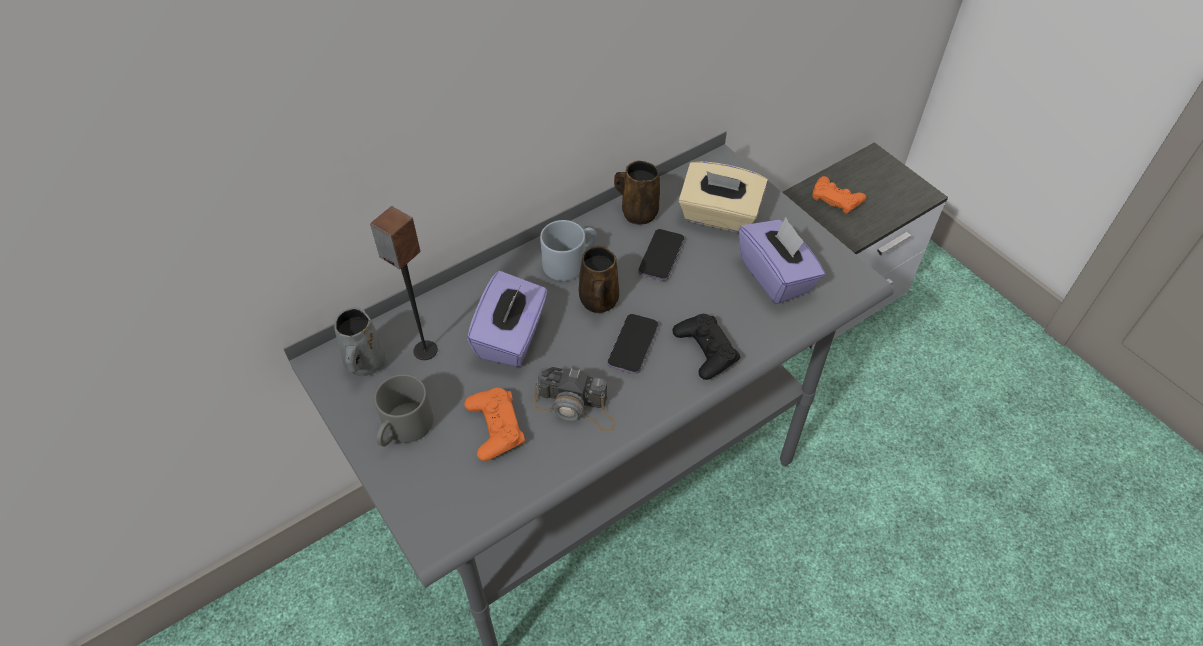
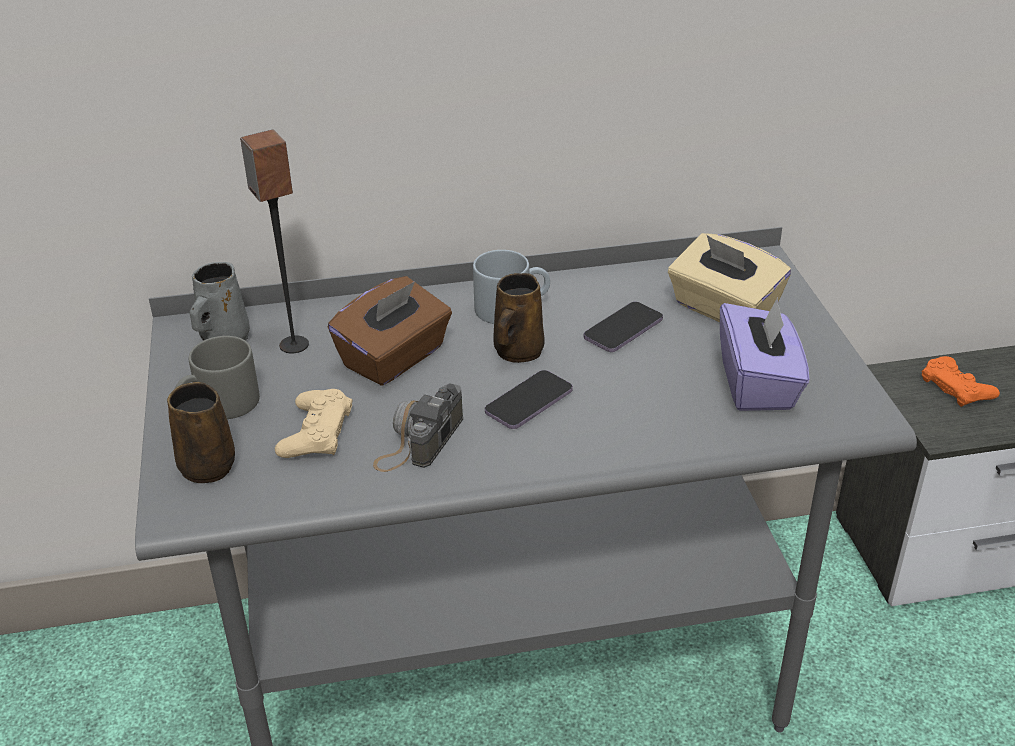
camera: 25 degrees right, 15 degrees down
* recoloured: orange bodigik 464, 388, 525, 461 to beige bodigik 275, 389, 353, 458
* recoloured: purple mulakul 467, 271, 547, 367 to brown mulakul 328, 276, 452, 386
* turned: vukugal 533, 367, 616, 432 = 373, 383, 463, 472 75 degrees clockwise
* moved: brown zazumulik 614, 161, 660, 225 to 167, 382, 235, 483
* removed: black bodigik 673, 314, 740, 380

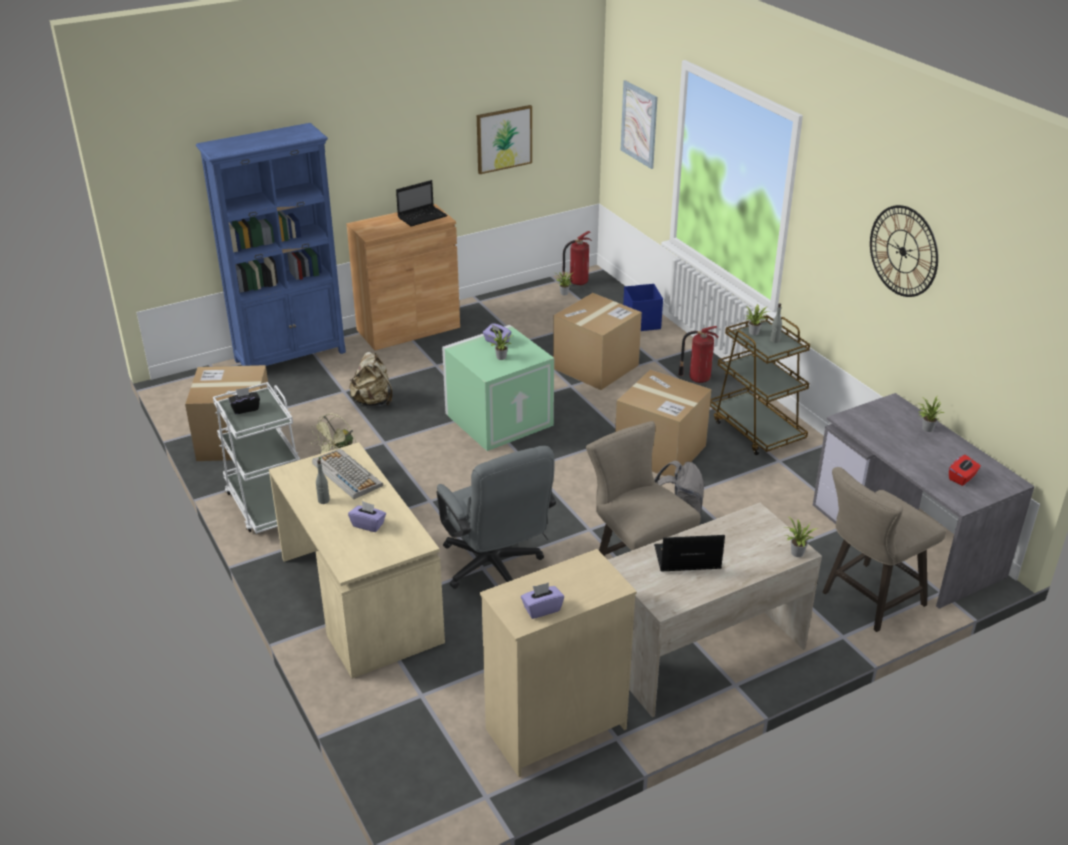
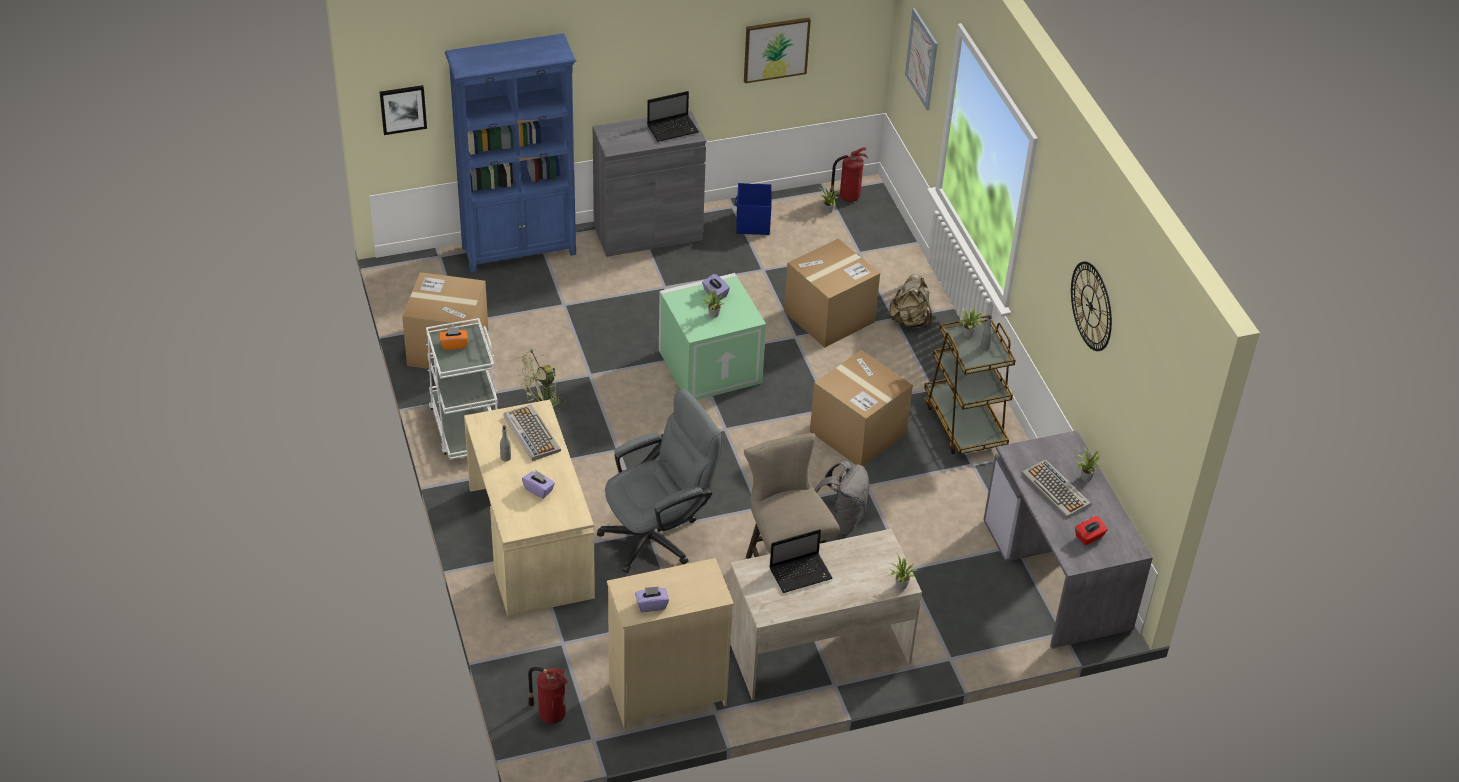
camera: 10 degrees right, 10 degrees up
* recoloured: black mulakul 228, 387, 260, 414 to orange mulakul 440, 327, 468, 350
* recoloured: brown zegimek 347, 204, 460, 350 to grey zegimek 593, 111, 706, 257
* moved: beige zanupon 349, 352, 392, 406 to 888, 274, 932, 328
* turned: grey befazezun 437, 446, 556, 589 = 597, 389, 722, 573 105 degrees counterclockwise
* moved: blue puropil 623, 284, 663, 331 to 735, 183, 772, 235
* turned: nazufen 654, 535, 725, 572 = 770, 529, 833, 593 150 degrees clockwise
* moved: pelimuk 678, 326, 719, 383 to 528, 667, 568, 724
* removed: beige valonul 823, 467, 946, 632
* added: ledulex 380, 85, 427, 135
* added: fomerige 1022, 459, 1092, 519

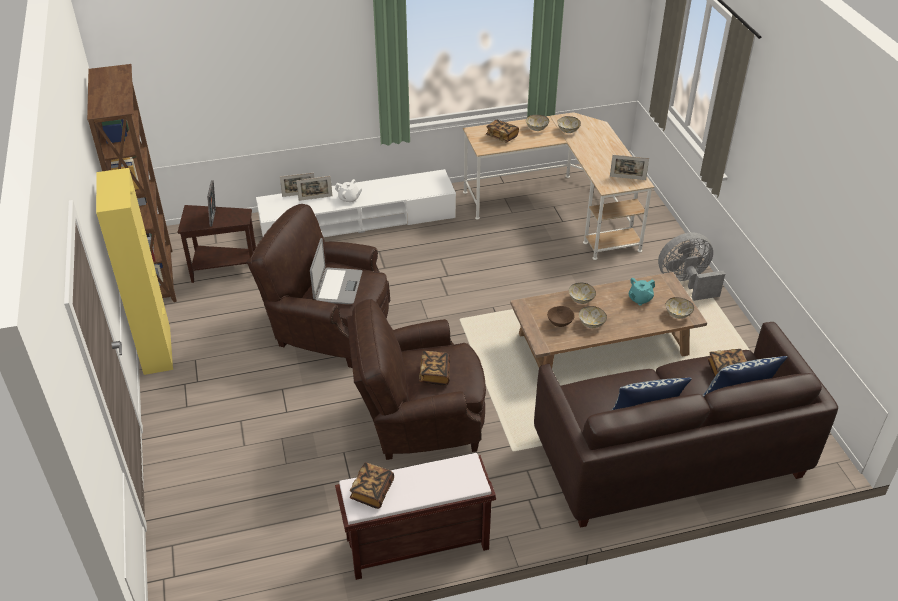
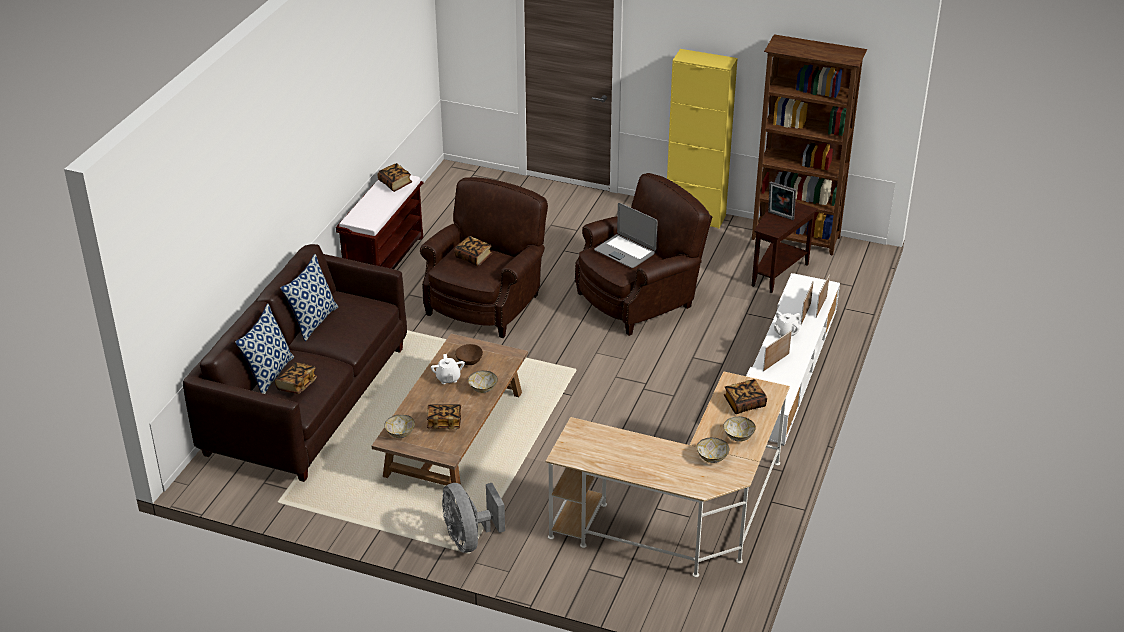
camera: 125 degrees right, 5 degrees down
* replaced: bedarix 579, 306, 607, 328 to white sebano 431, 354, 465, 384
* moved: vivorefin 610, 155, 649, 180 to 763, 331, 792, 371
* replaced: turquoise sebano 629, 278, 655, 305 to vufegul 427, 404, 461, 429
* turned: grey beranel 658, 232, 725, 301 = 442, 483, 505, 553 135 degrees clockwise

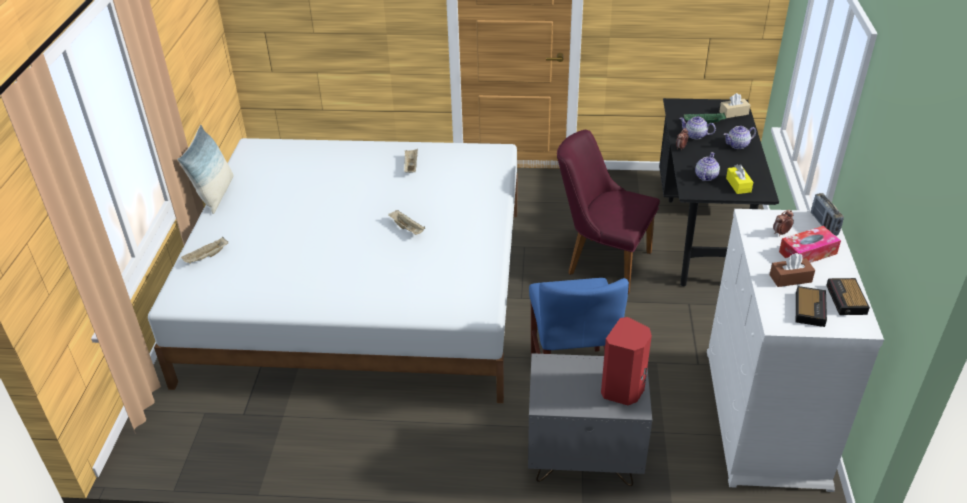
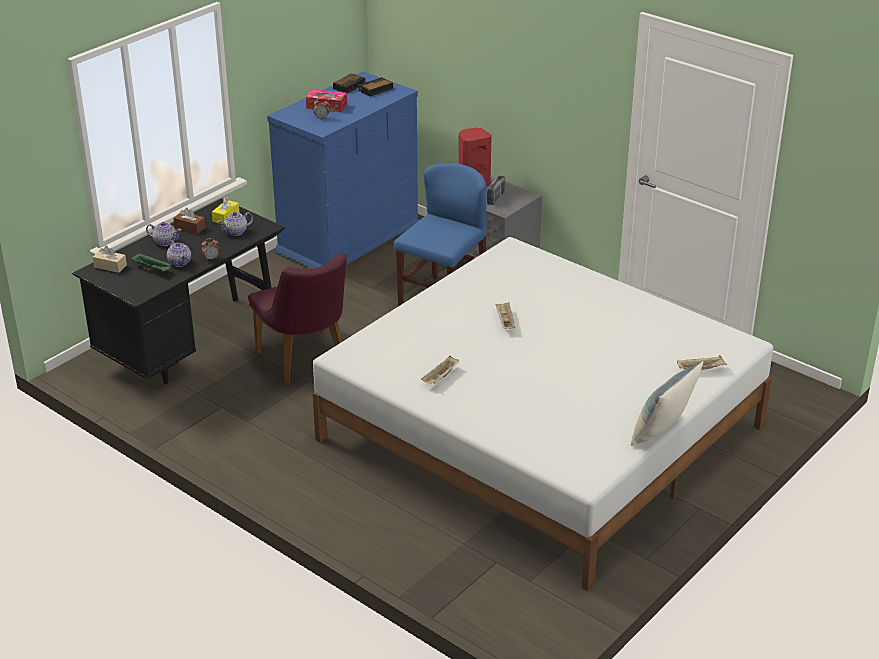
camera: 145 degrees left, 5 degrees down
* recoloured: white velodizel 707, 209, 884, 492 to blue velodizel 267, 72, 419, 268
* moved: brown mulakul 770, 253, 815, 287 to 173, 208, 206, 234
* moved: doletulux 811, 193, 844, 236 to 487, 176, 505, 205

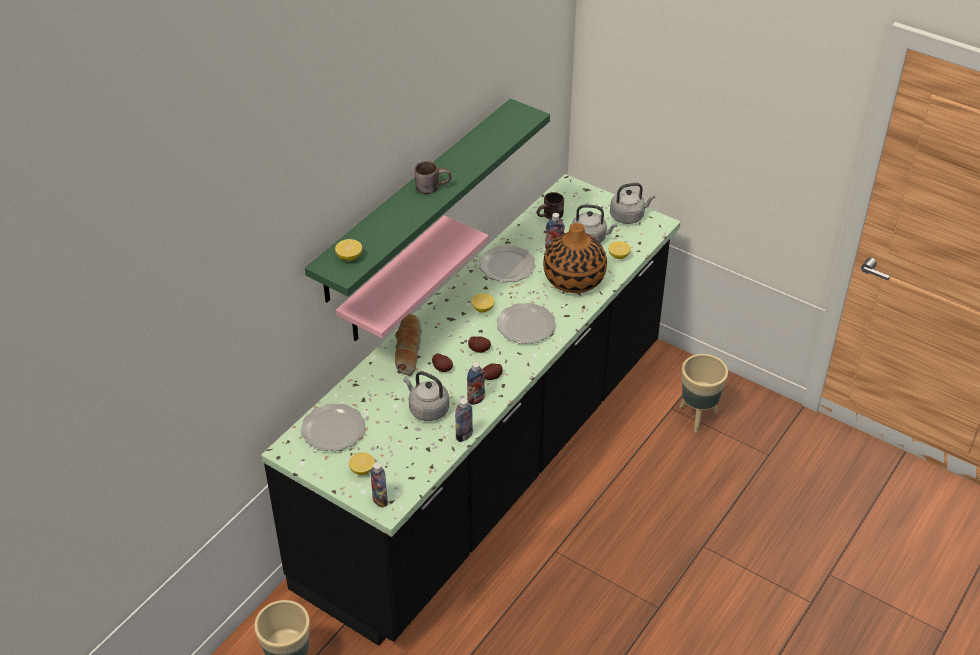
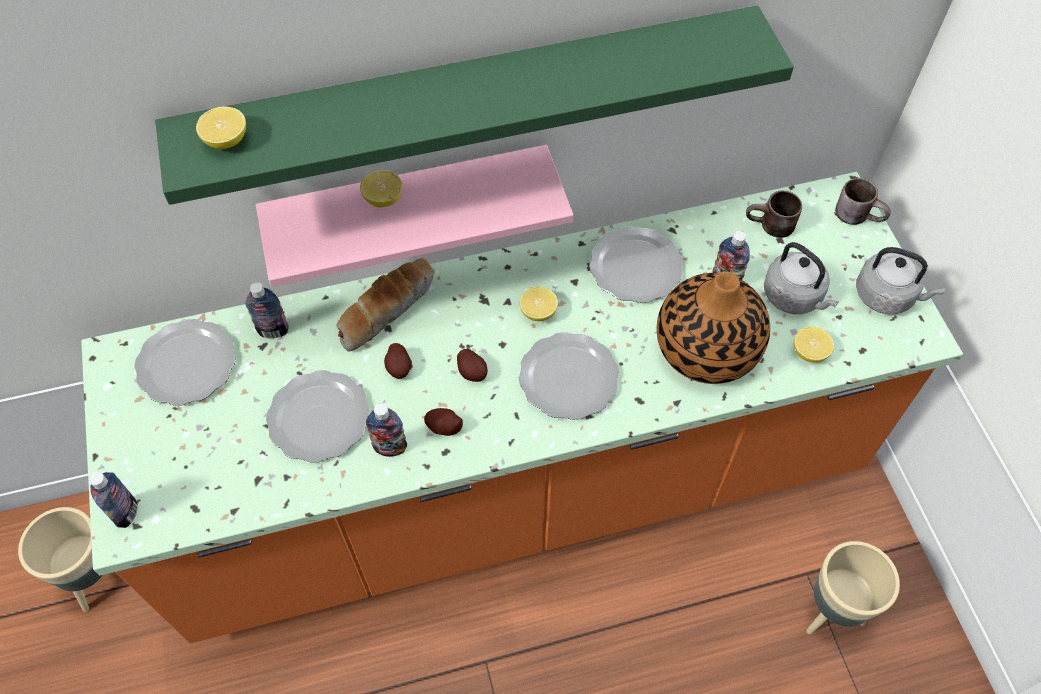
camera: 40 degrees right, 15 degrees up
* recoloured: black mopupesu 261, 174, 681, 646 to orange mopupesu 81, 172, 963, 644
* moved: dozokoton 349, 452, 375, 475 to 360, 170, 403, 208
* replaced: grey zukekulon 404, 371, 449, 421 to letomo 266, 370, 370, 463
* moved: brown zazumulik 415, 161, 451, 194 to 835, 178, 891, 225
* moved: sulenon 455, 398, 473, 442 to 245, 282, 289, 339

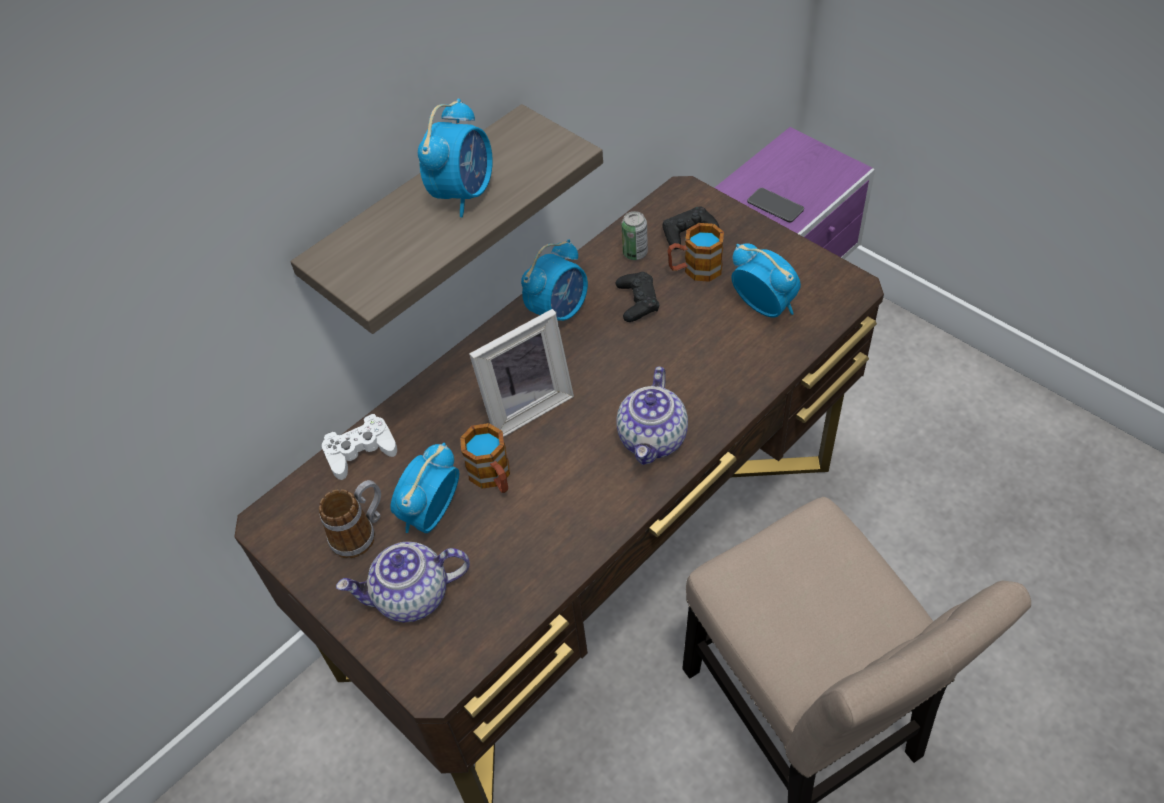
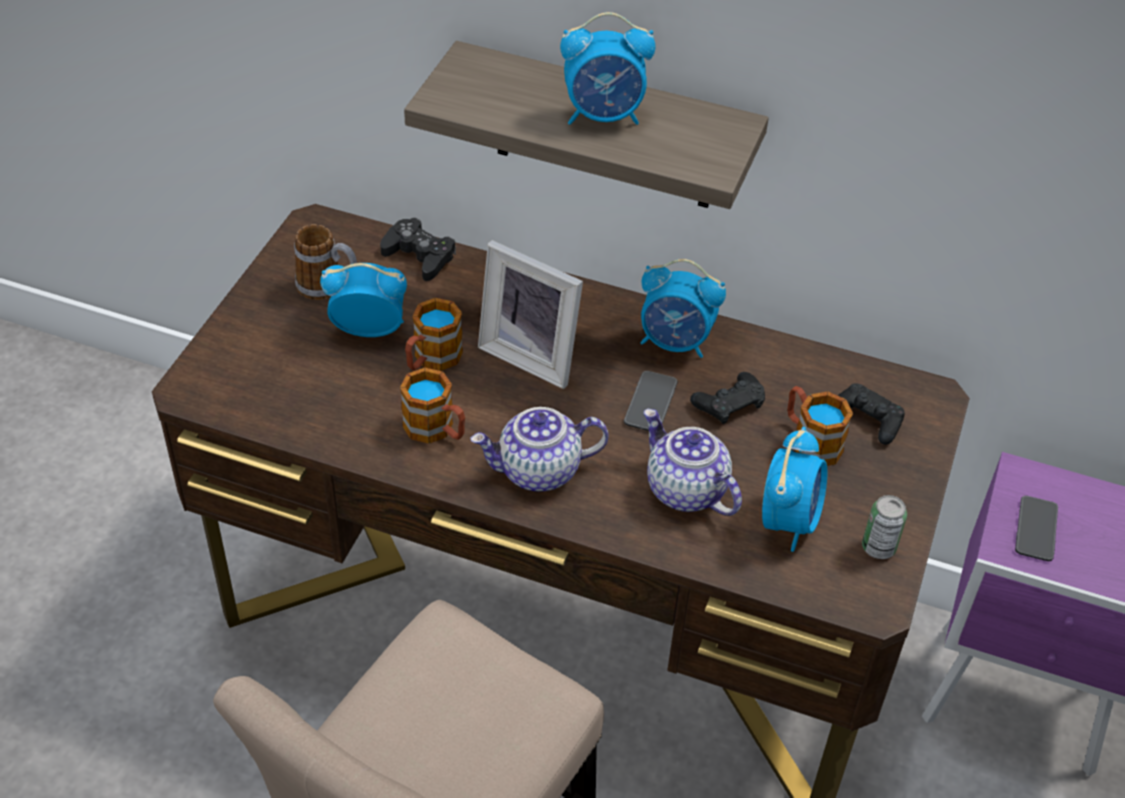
camera: 60 degrees right, 5 degrees down
* recoloured: white bodigik 322, 414, 397, 480 to black bodigik 380, 218, 456, 281
* moved: sebano 336, 542, 470, 622 to 644, 409, 742, 516
* moved: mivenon 621, 211, 648, 260 to 862, 495, 907, 559
* added: zazumulik 400, 367, 465, 444
* added: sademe 624, 371, 678, 431

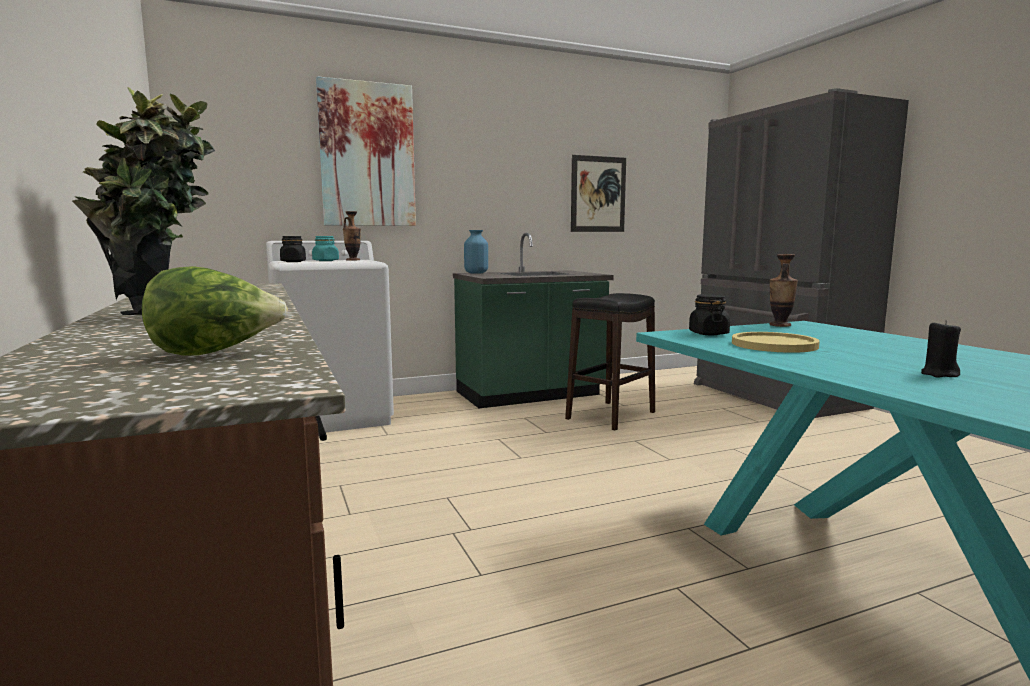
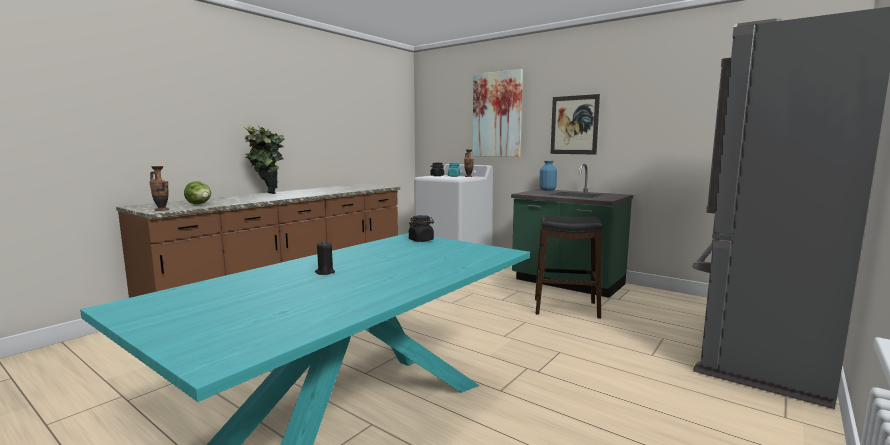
camera: 60 degrees right, 0 degrees up
* moved: ledulex 571, 155, 626, 232 to 551, 94, 600, 155
* removed: yellow letomo 732, 332, 820, 353
* moved: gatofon 769, 254, 798, 327 to 149, 166, 169, 211

